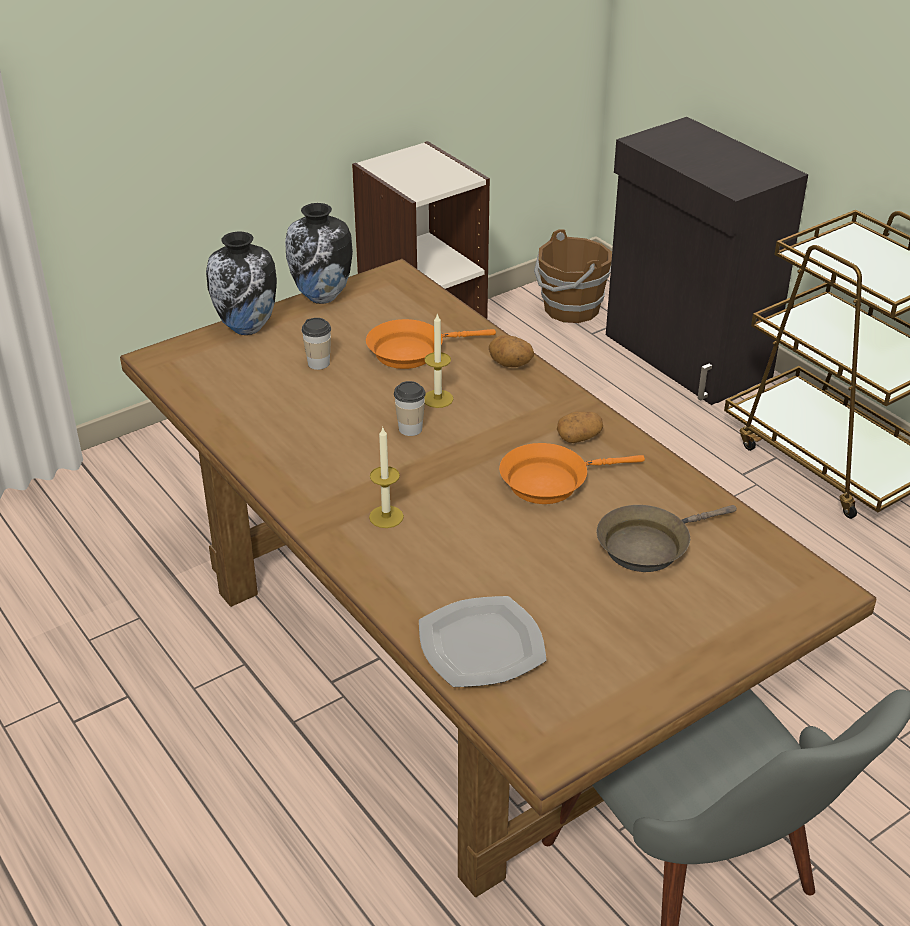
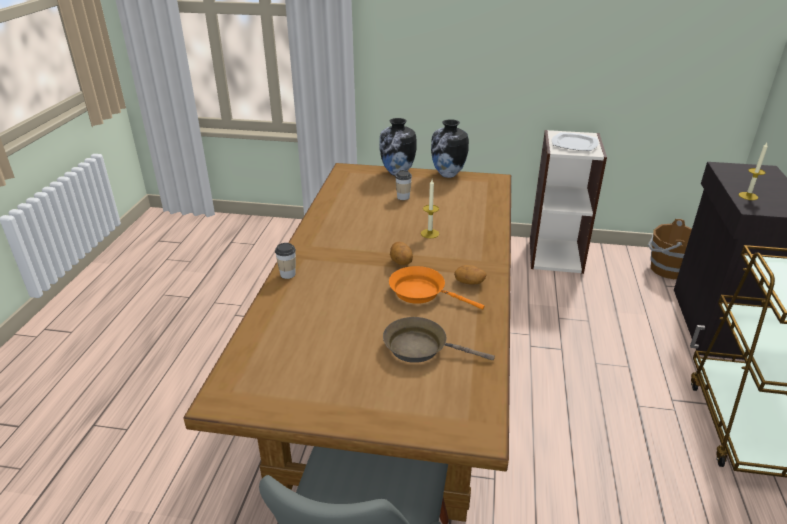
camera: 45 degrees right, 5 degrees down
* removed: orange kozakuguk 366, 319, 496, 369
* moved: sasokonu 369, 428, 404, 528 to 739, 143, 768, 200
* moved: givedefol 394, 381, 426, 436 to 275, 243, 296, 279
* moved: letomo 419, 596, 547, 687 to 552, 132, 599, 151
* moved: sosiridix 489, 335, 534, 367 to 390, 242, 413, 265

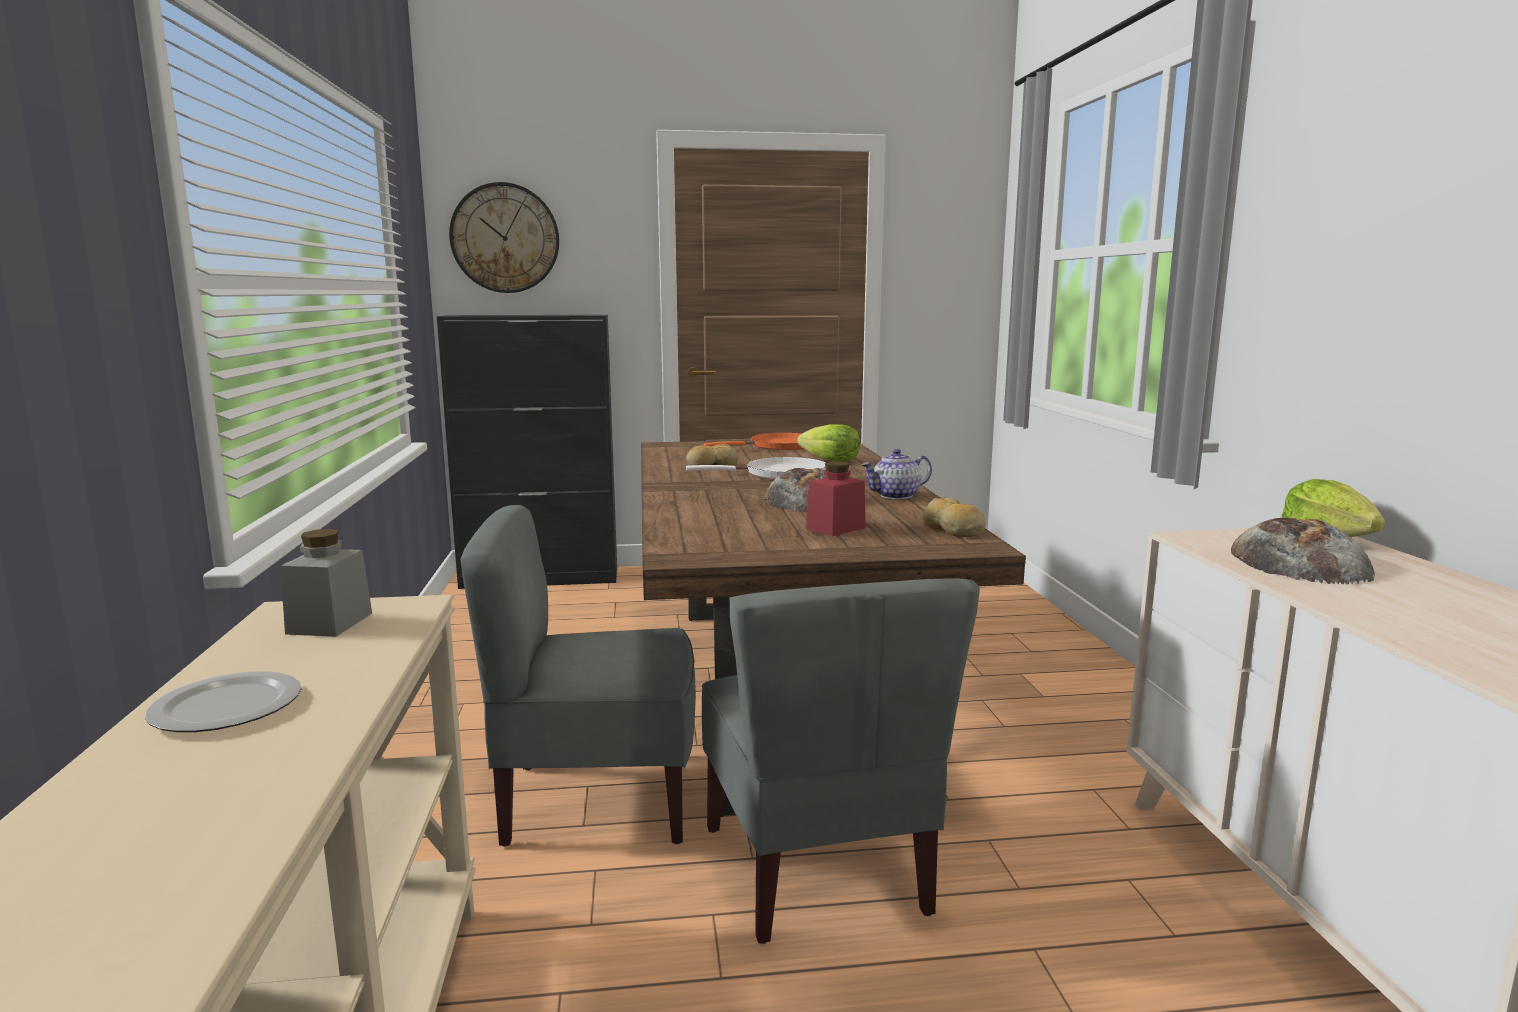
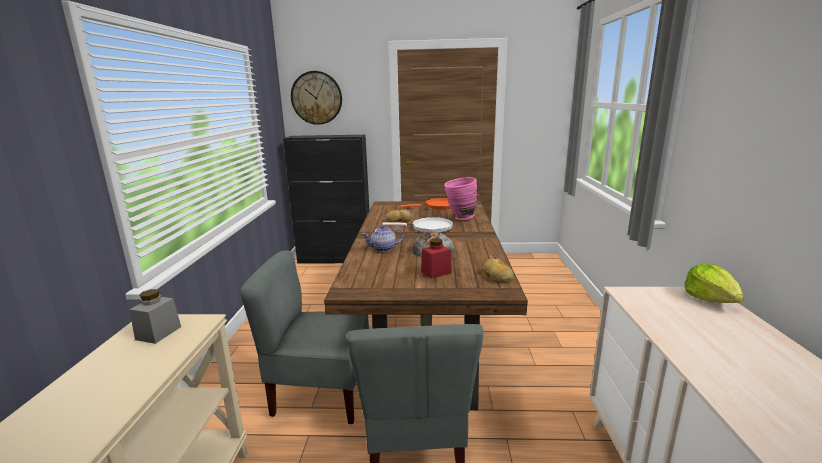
camera: 10 degrees right, 5 degrees up
* removed: letomo 145, 671, 301, 732
* replaced: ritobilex 797, 424, 860, 462 to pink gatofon 444, 177, 477, 220
* moved: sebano 861, 449, 932, 499 to 362, 225, 404, 252
* removed: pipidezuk 1231, 518, 1375, 585

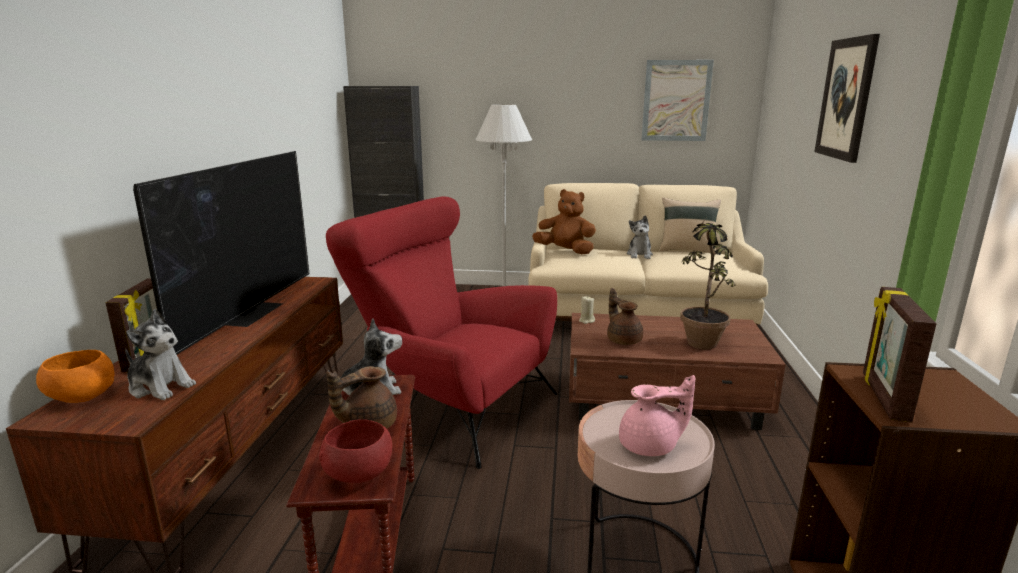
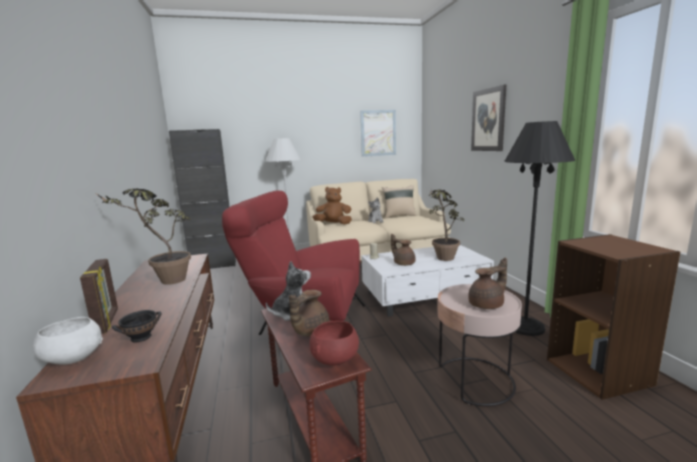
camera: 20 degrees left, 5 degrees down
* recoloured: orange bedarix 36, 350, 115, 403 to white bedarix 33, 317, 103, 365
* replaced: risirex 125, 309, 196, 400 to black bedarix 112, 310, 162, 343
* replaced: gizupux 133, 151, 310, 355 to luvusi 96, 189, 191, 285
* recoloured: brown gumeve 569, 313, 786, 430 to white gumeve 361, 245, 494, 317
* recoloured: pink sebano 619, 375, 695, 456 to brown sebano 468, 258, 507, 309
* removed: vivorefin 863, 287, 937, 423
* added: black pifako 504, 121, 575, 336

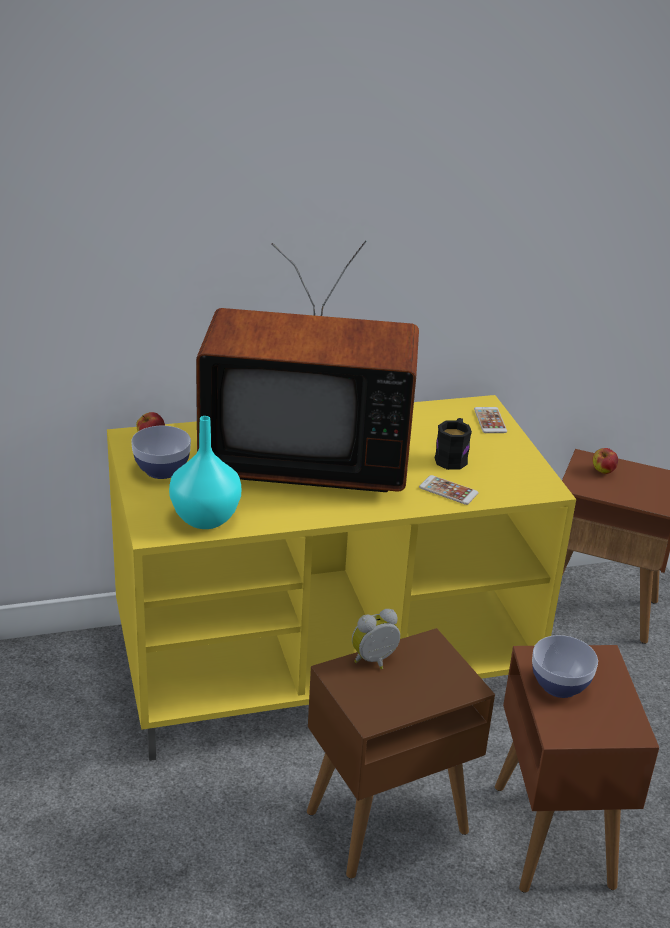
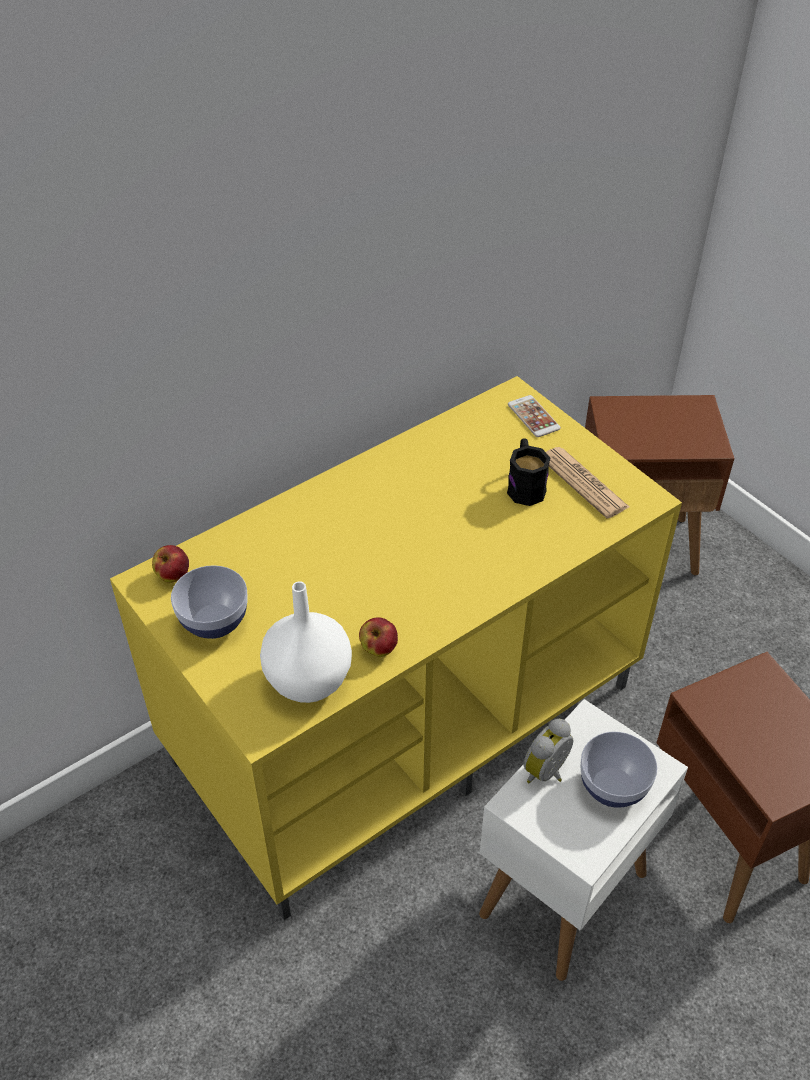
camera: 20 degrees left, 15 degrees up
* recoloured: turquoise gatofon 169, 416, 241, 529 to white gatofon 260, 581, 352, 703
* removed: gizupux 196, 241, 419, 492
* recoloured: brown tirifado 307, 628, 495, 879 to white tirifado 479, 699, 688, 981
* removed: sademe 419, 475, 479, 505
* moved: bedarix 532, 635, 598, 698 to 580, 732, 657, 808
* moved: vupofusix 592, 448, 618, 474 to 359, 617, 398, 657
* added: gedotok 546, 447, 629, 519

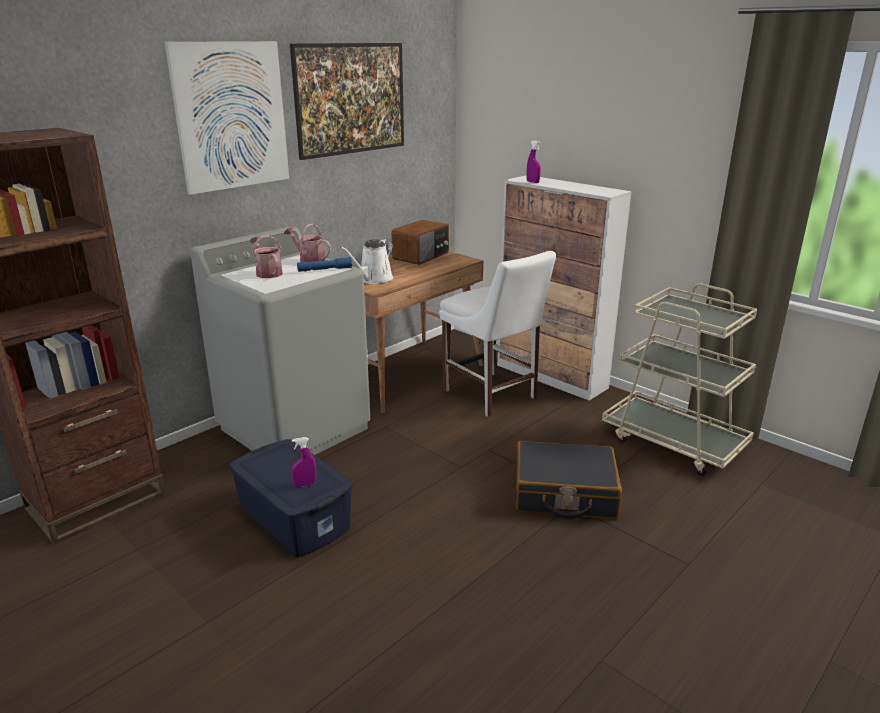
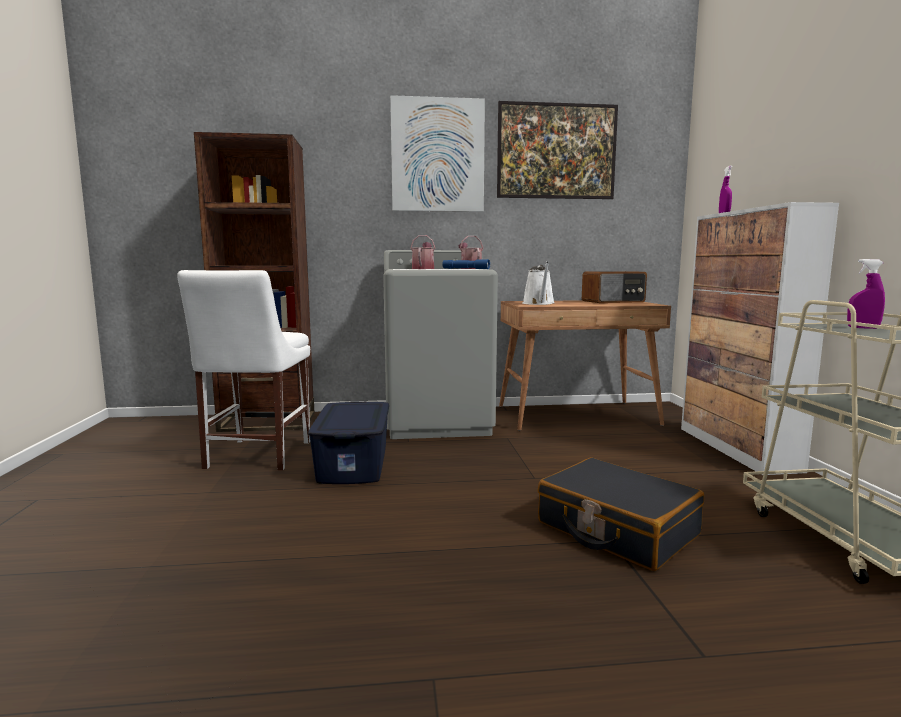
camera: 40 degrees right, 15 degrees down
* moved: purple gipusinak 292, 437, 316, 487 to 847, 259, 885, 329
* turned: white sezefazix 340, 239, 393, 284 = 523, 261, 555, 305 75 degrees counterclockwise
* moved: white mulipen 439, 251, 556, 417 to 178, 270, 310, 470

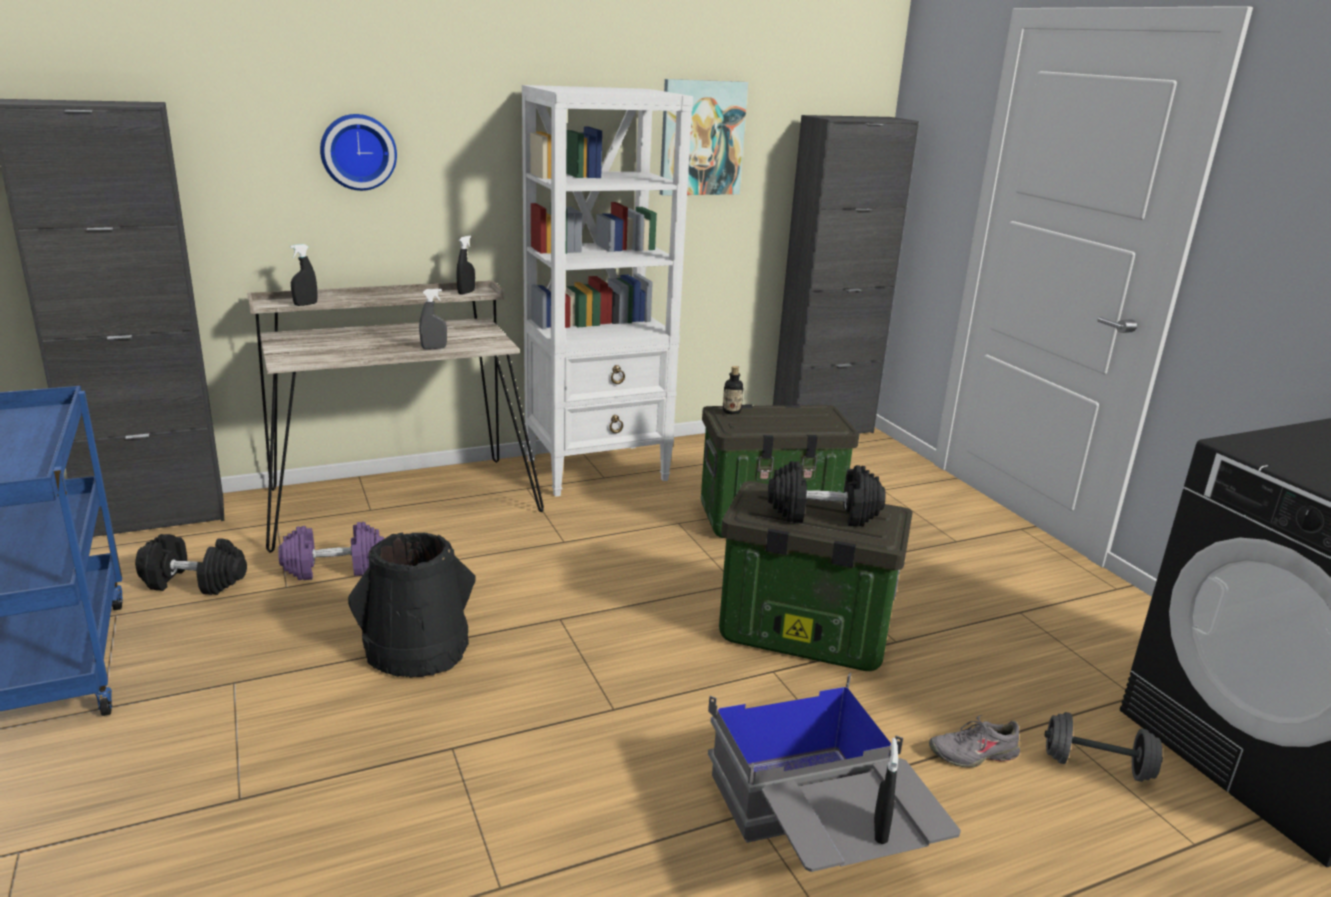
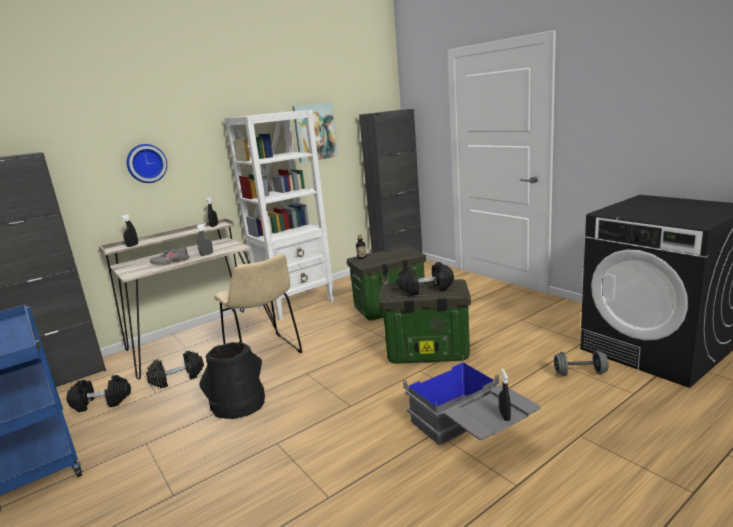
camera: 10 degrees left, 5 degrees down
* recoloured: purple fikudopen 278, 522, 384, 580 to black fikudopen 146, 350, 204, 389
* moved: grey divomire 929, 715, 1020, 767 to 150, 246, 189, 265
* added: beige mulipen 214, 254, 302, 353

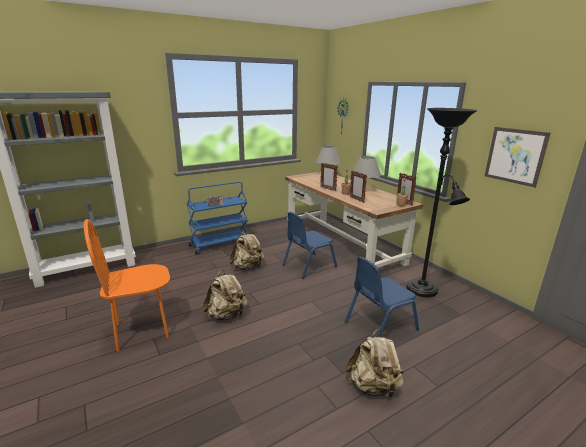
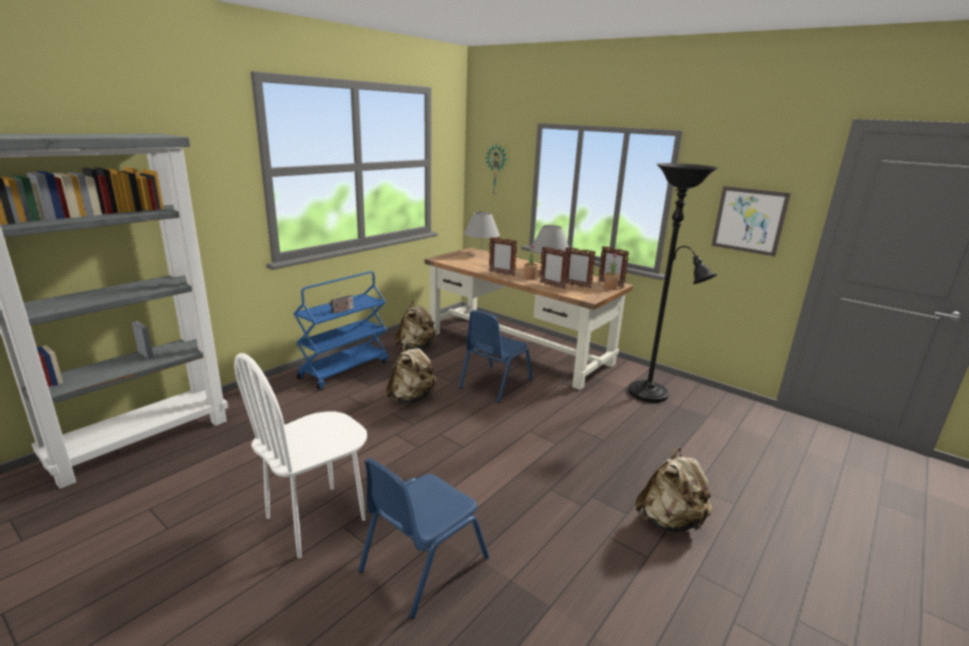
camera: 20 degrees left, 0 degrees up
* recoloured: orange mulipen 84, 219, 170, 352 to white mulipen 234, 353, 367, 558
* moved: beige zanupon 203, 269, 248, 321 to 395, 301, 436, 349
* moved: blue mulipen 345, 257, 419, 337 to 358, 458, 489, 619
* added: vivorefin 563, 247, 596, 289

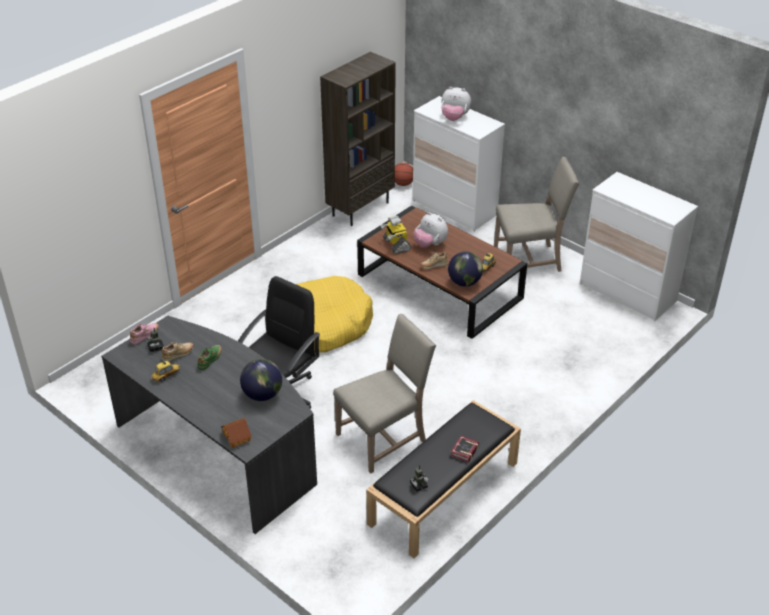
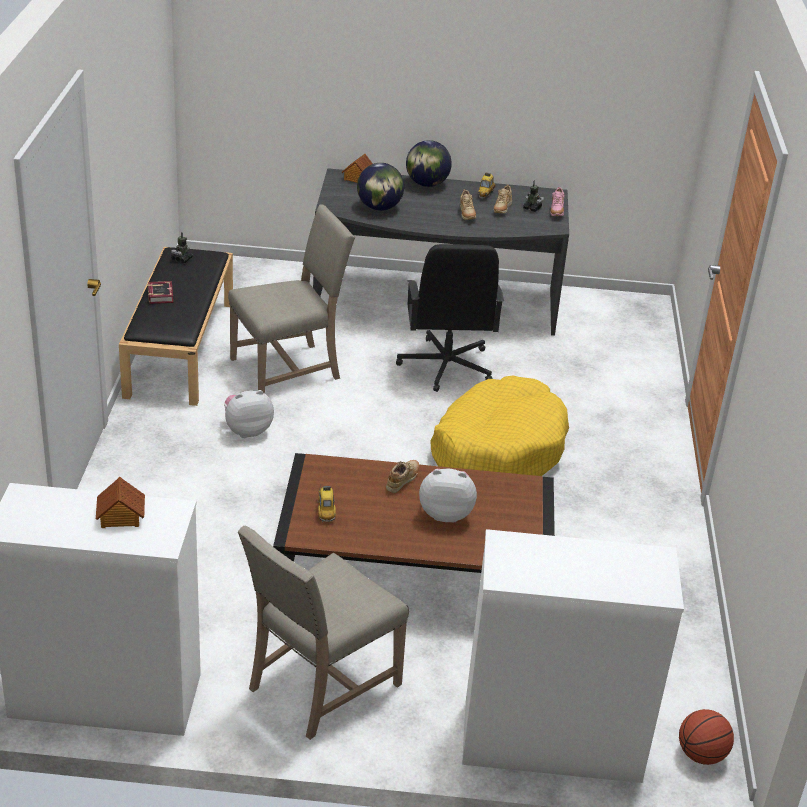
camera: 140 degrees right, 5 degrees down
* recoloured: green divomire 197, 345, 221, 370 to beige divomire 460, 189, 476, 220
* removed: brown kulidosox 320, 52, 396, 226
* turned: beige mulipen 333, 314, 436, 474 = 228, 204, 355, 394 135 degrees counterclockwise
* removed: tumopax 381, 216, 411, 254
* moved: risirex 441, 87, 471, 121 to 224, 390, 274, 438
* moved: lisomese 448, 252, 483, 287 to 406, 140, 452, 187
* added: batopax 96, 477, 145, 528

